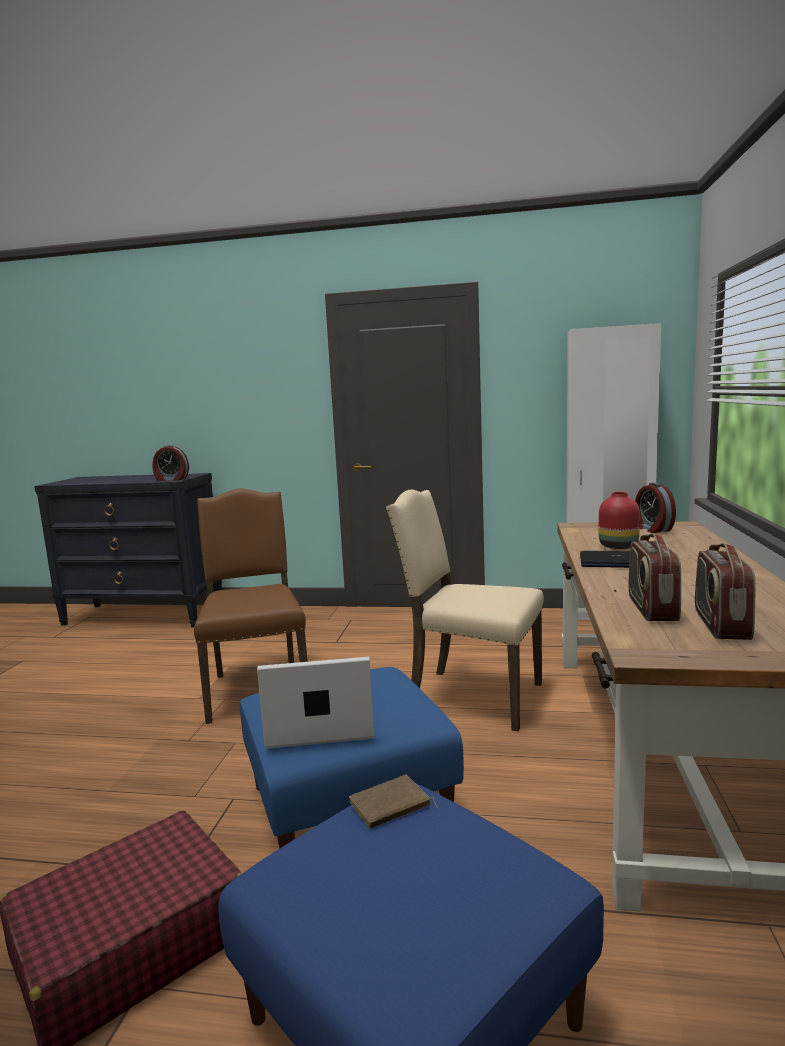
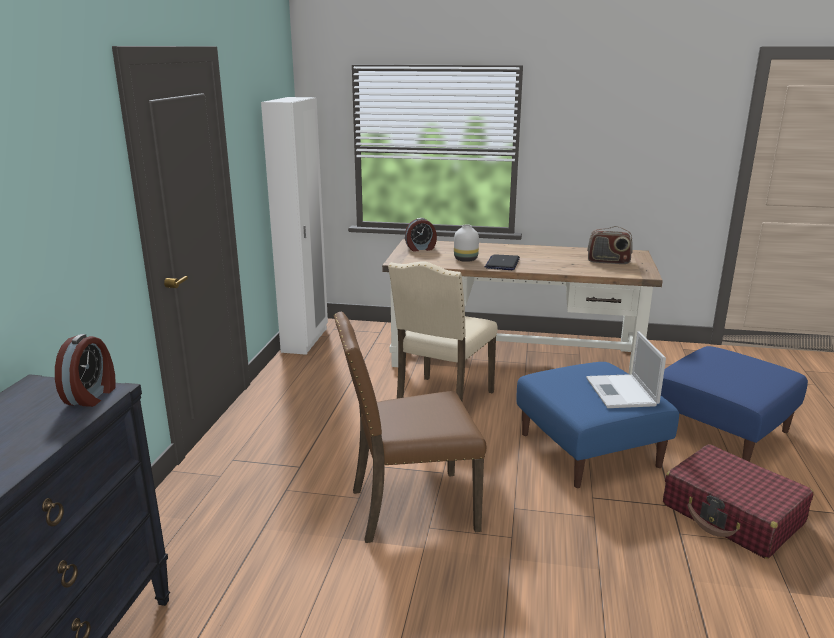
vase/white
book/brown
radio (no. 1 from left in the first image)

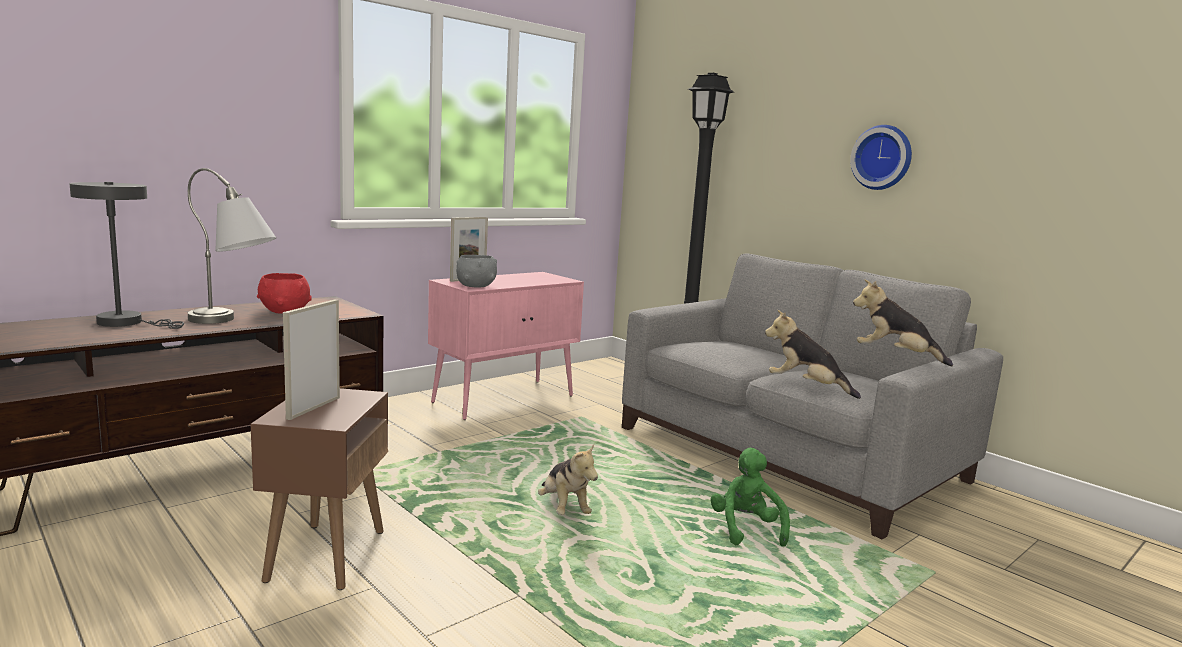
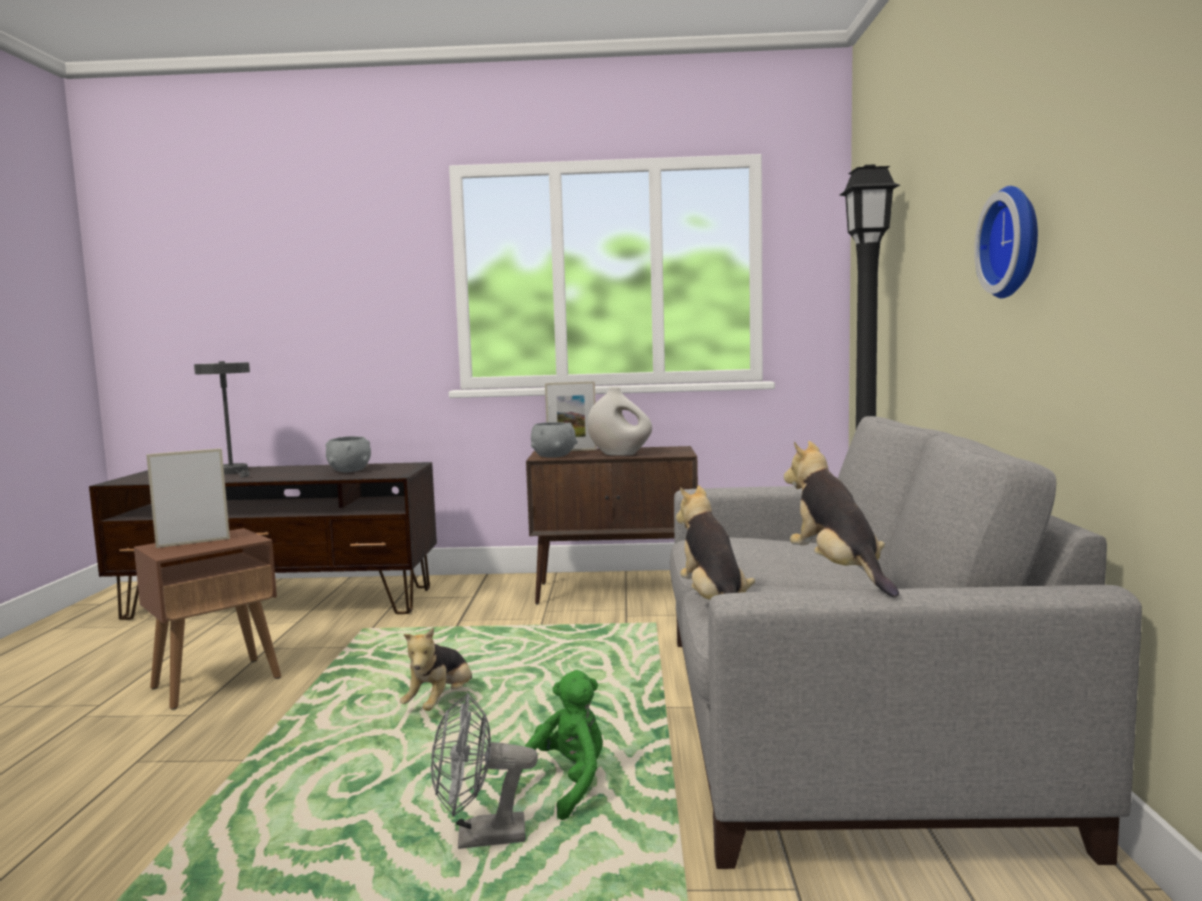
bowl/grey (no. 1 from left)
fan/grey
cabinet/brown
vase/white
table lamp/grey (no. 2 from left in the first image)

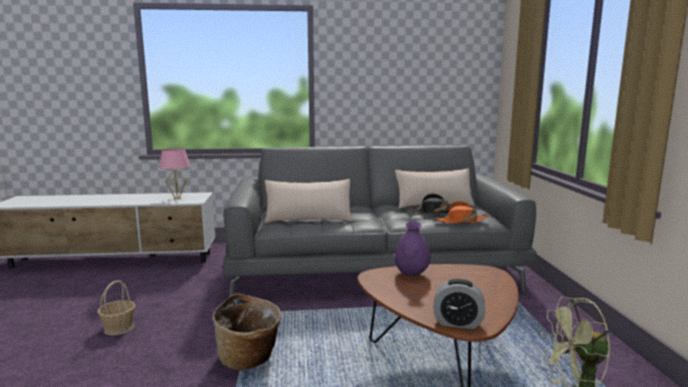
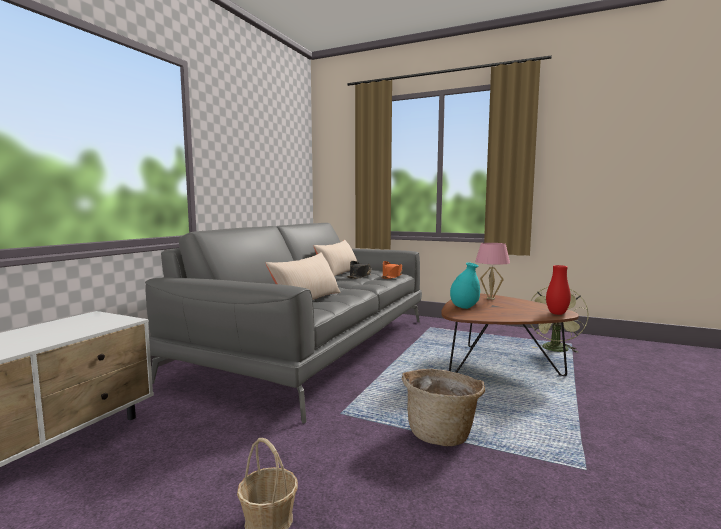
vase/turquoise
table lamp/pink
vase/red

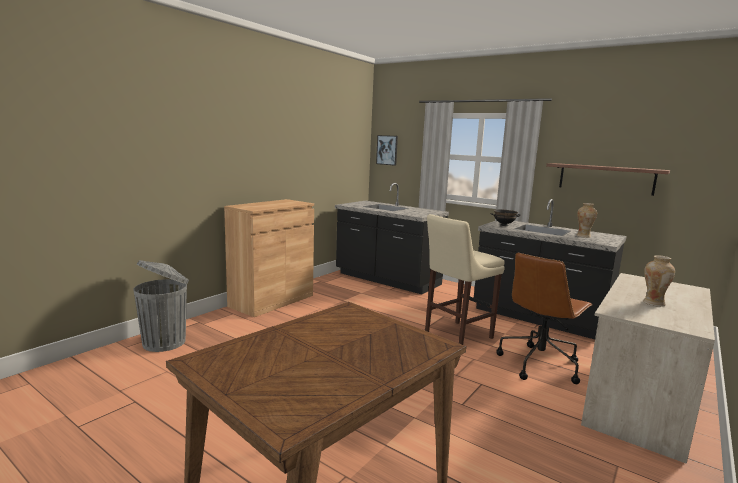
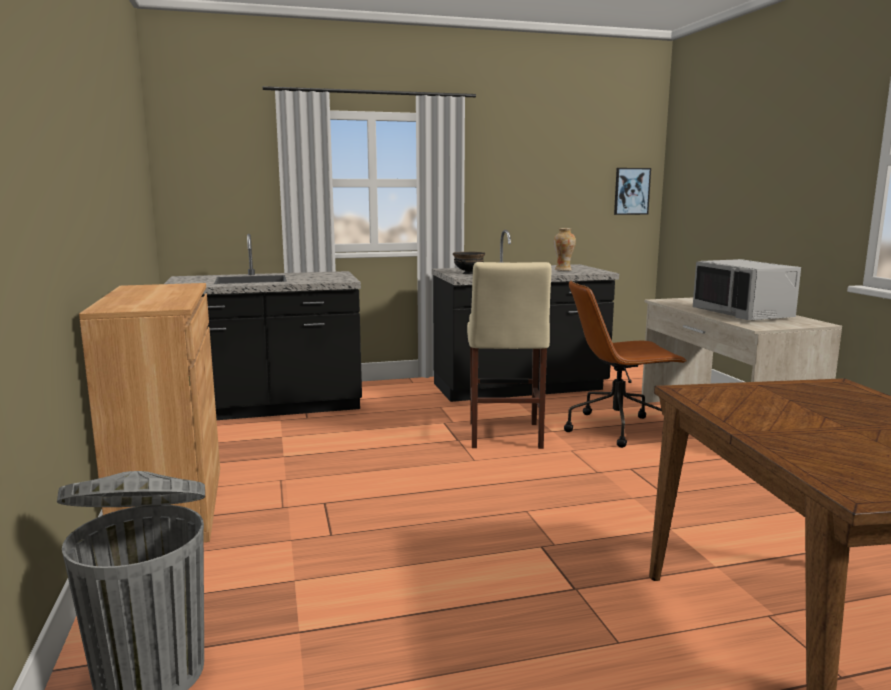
office chair/brown
picture
microwave/grey
shelf

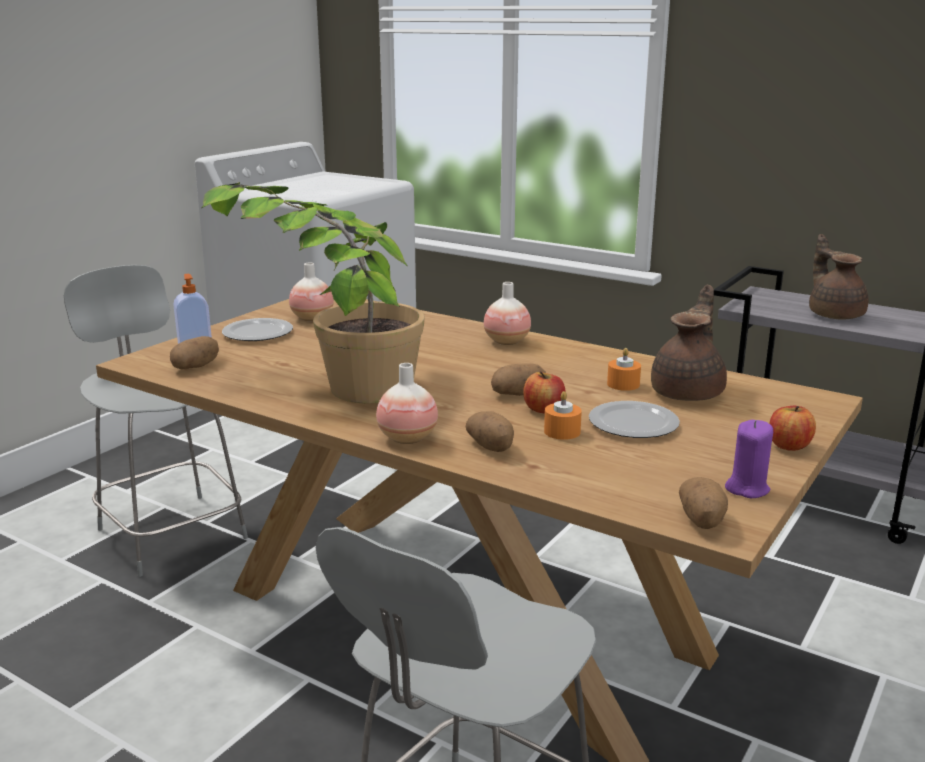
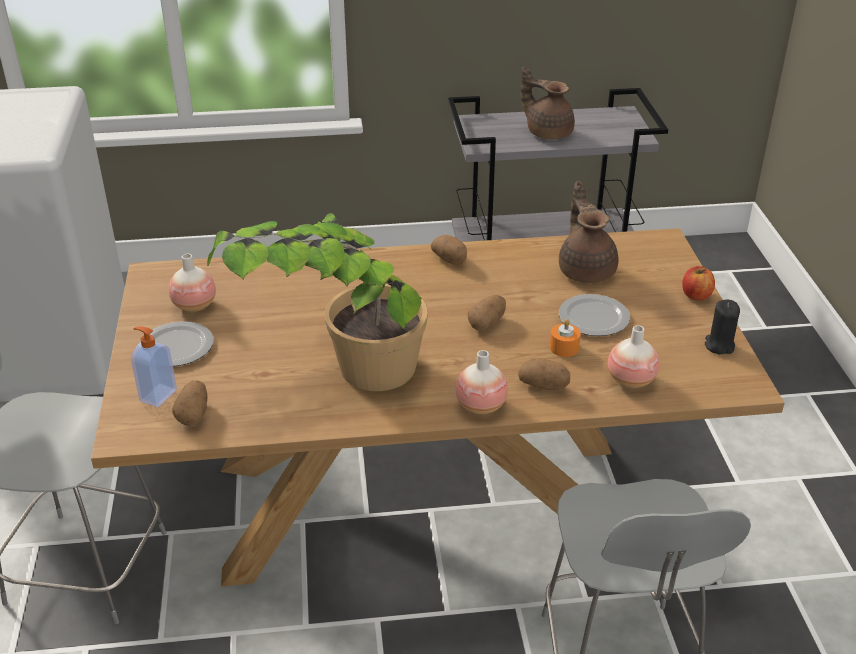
potato (no. 2 from left)
vase (no. 3 from left)
candle/black
apple (no. 1 from left in the first image)
candle/orange (no. 2 from left in the first image)

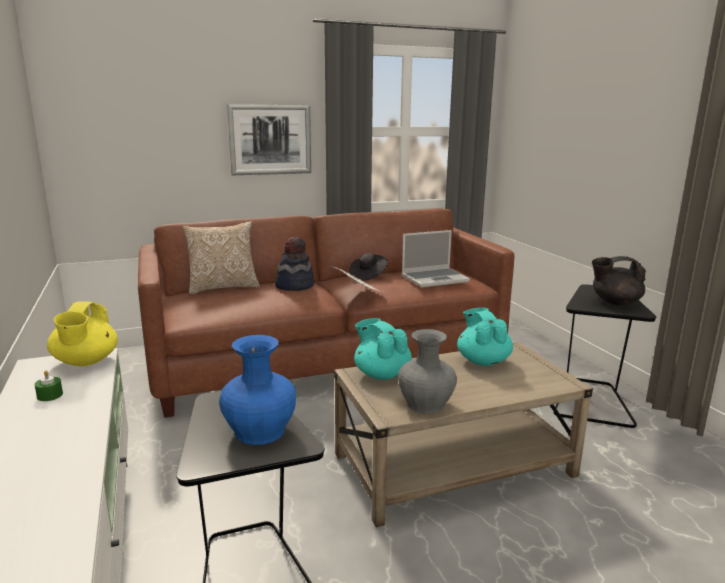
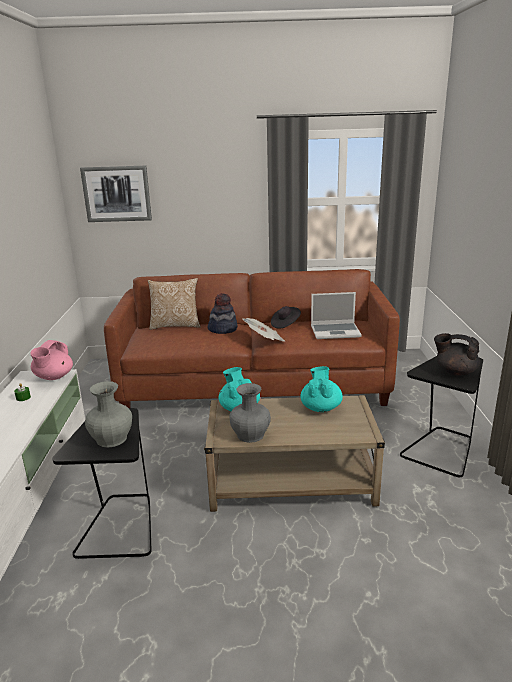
teapot/pink
picture
vase/grey (no. 1 from left)

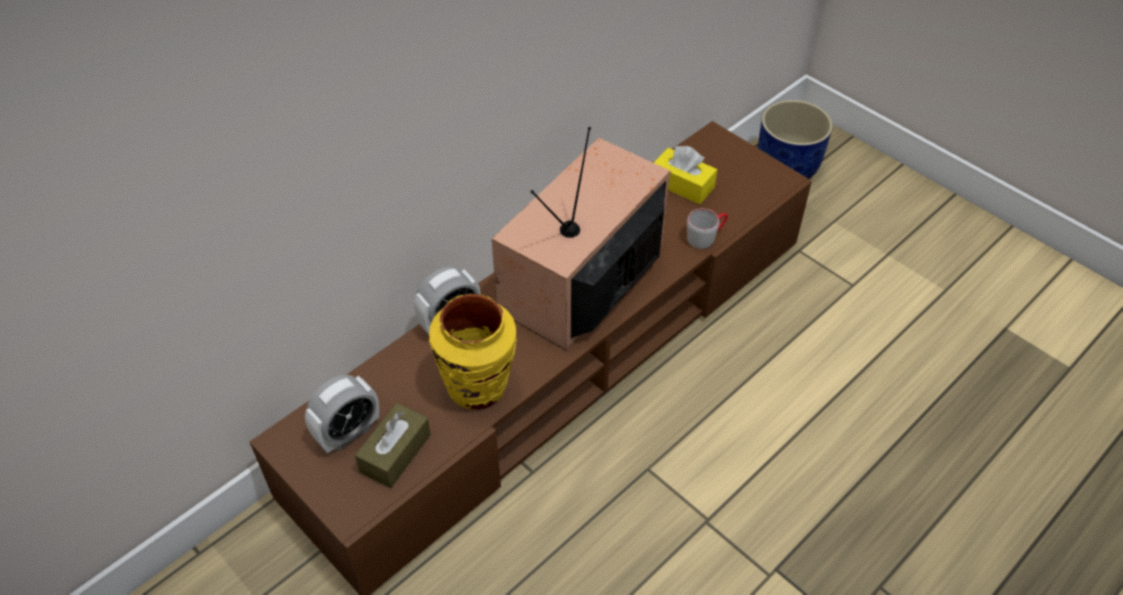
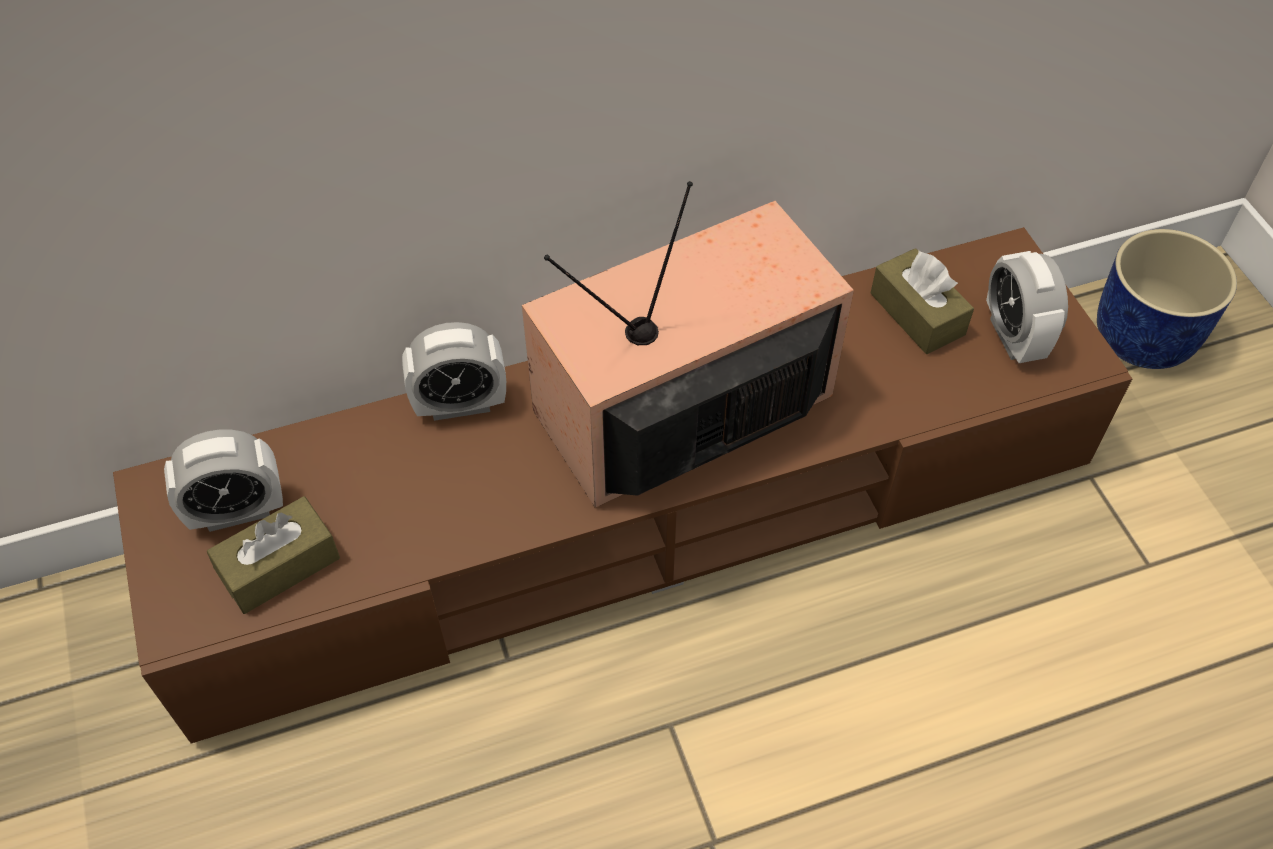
tissue box/brown (no. 2 from left)
alarm clock (no. 3 from left)
vase/yellow
mug/grey

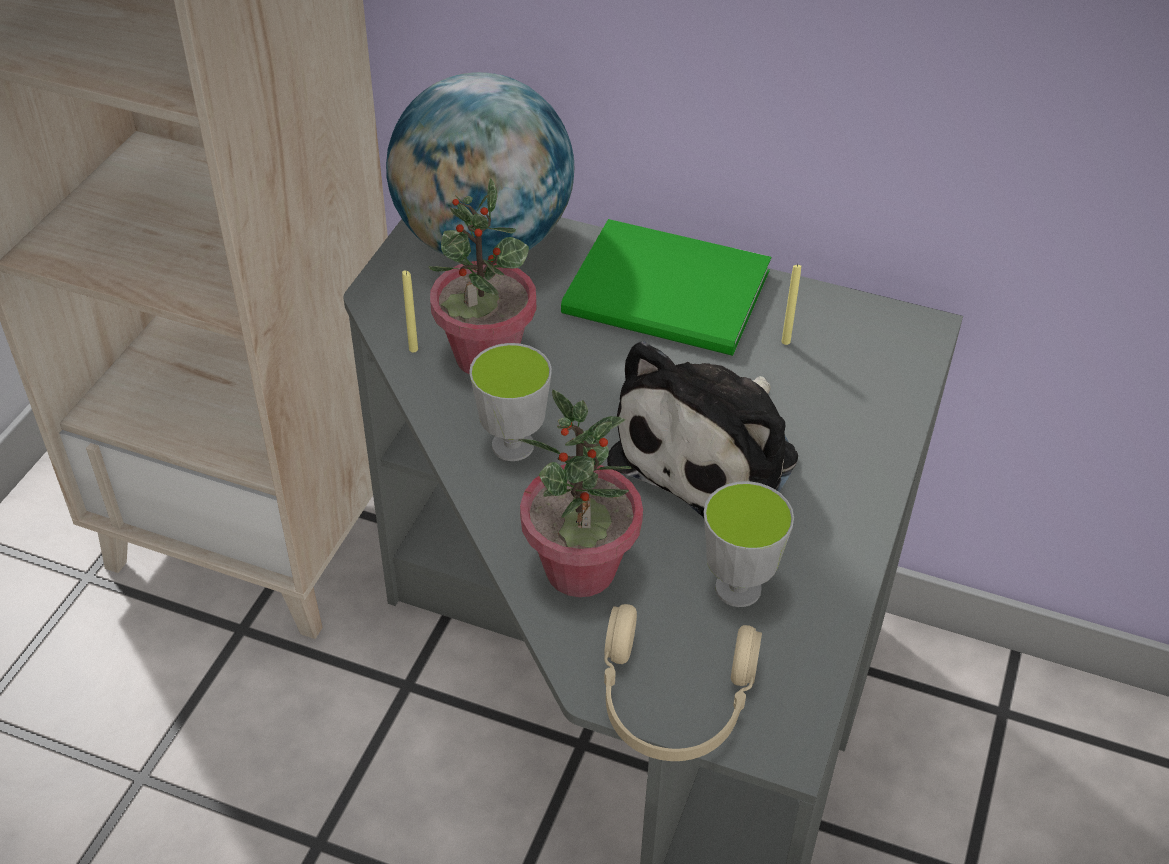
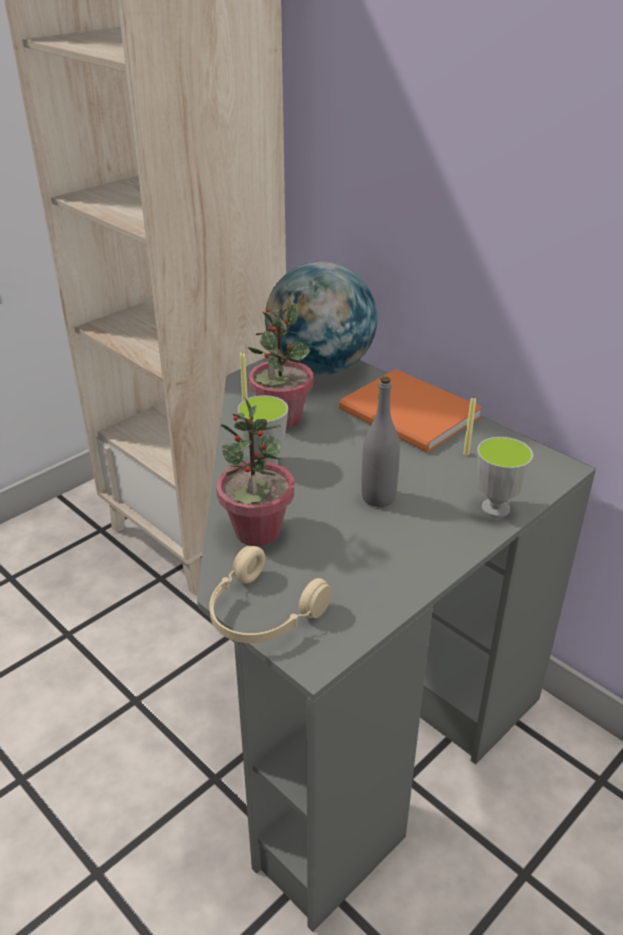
book/orange
bottle/grey
cup (no. 2 from left)

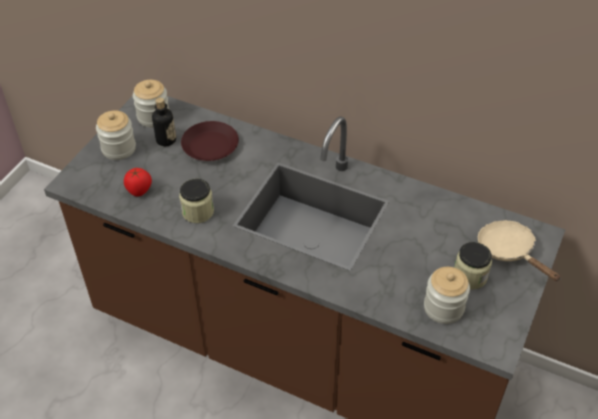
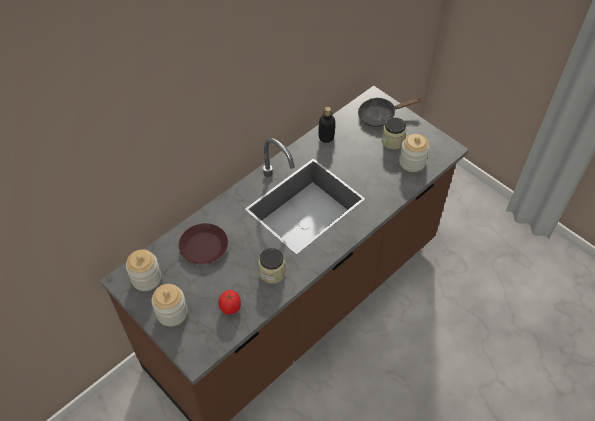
bottle
frying pan/black

